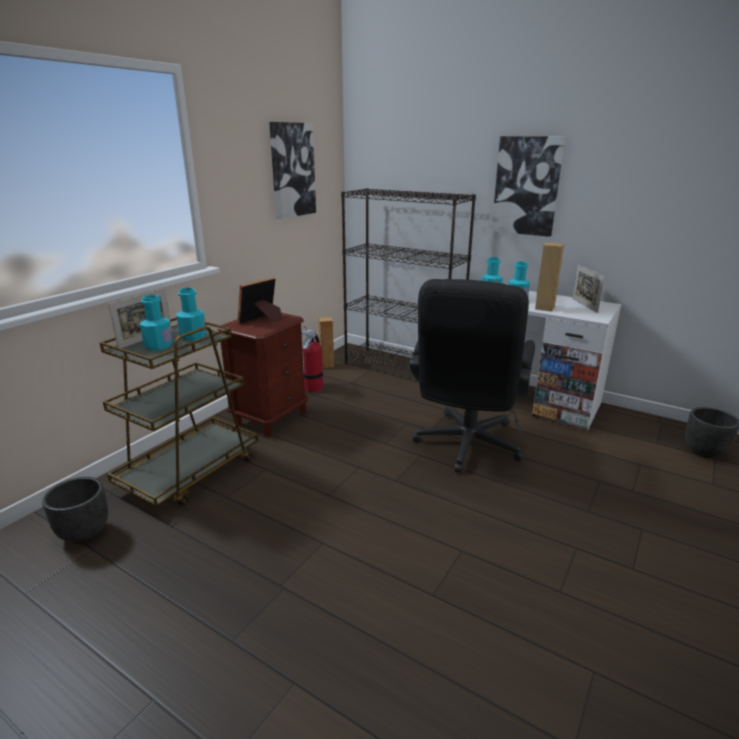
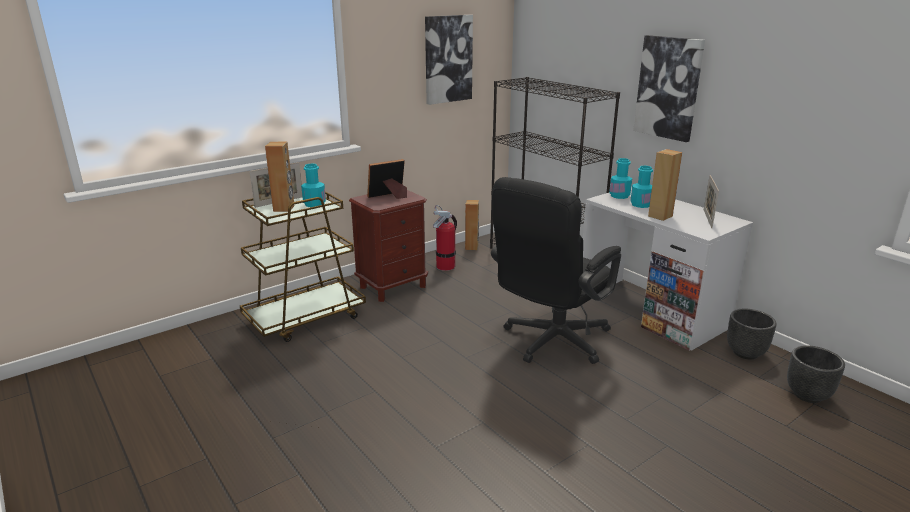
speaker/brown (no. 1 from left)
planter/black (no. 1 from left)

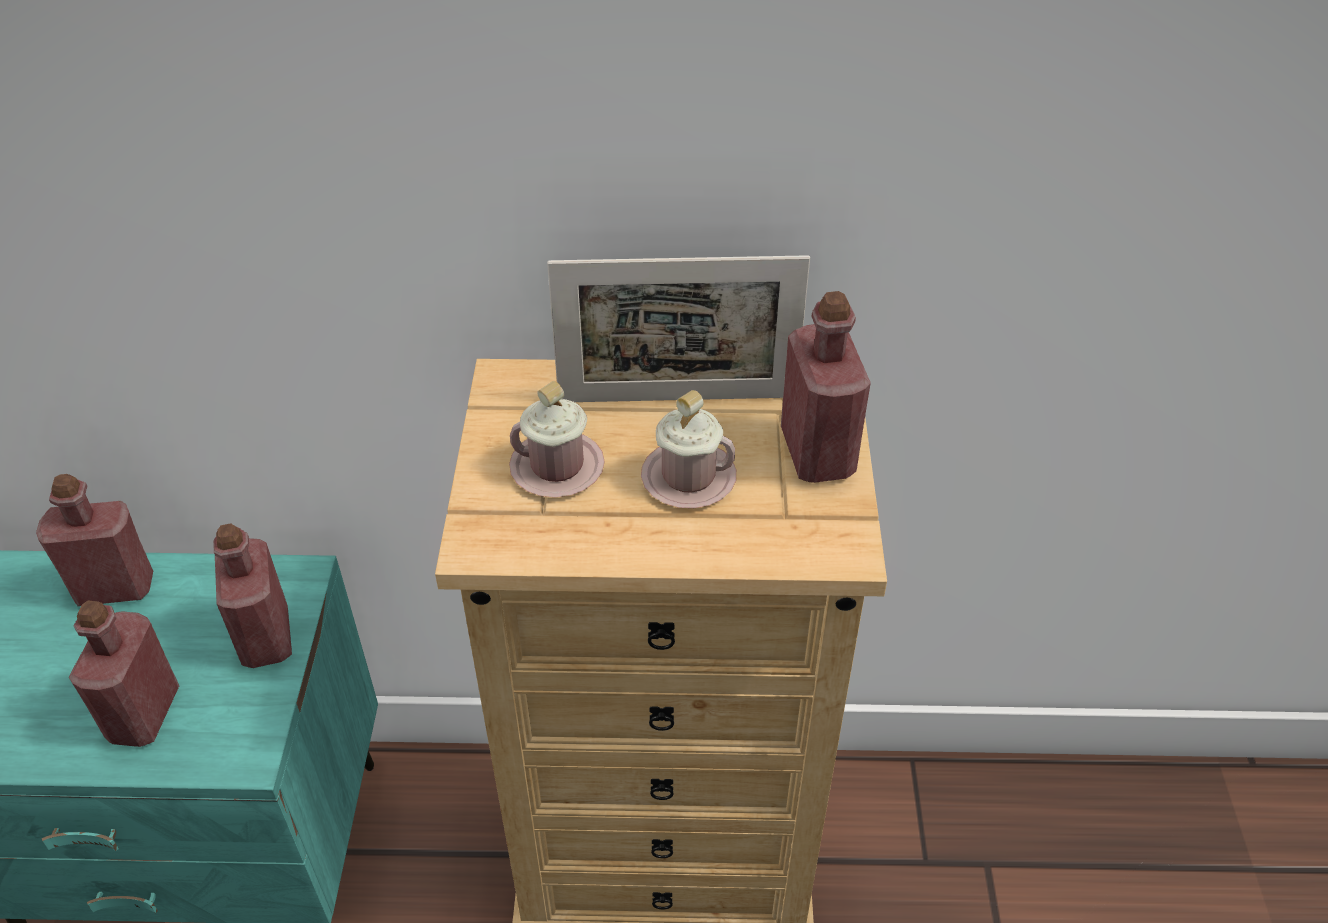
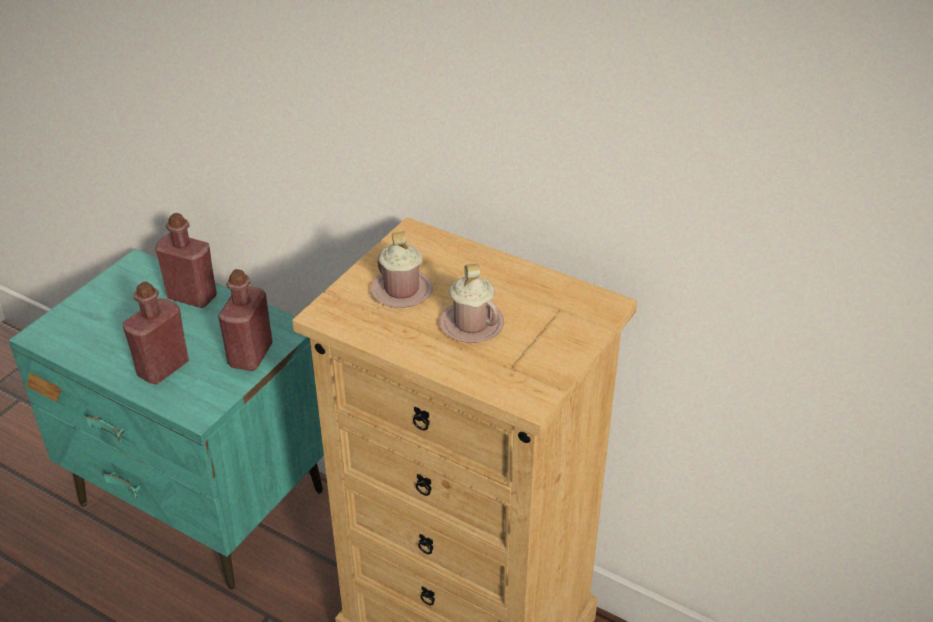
picture frame
bottle/red (no. 4 from left in the first image)

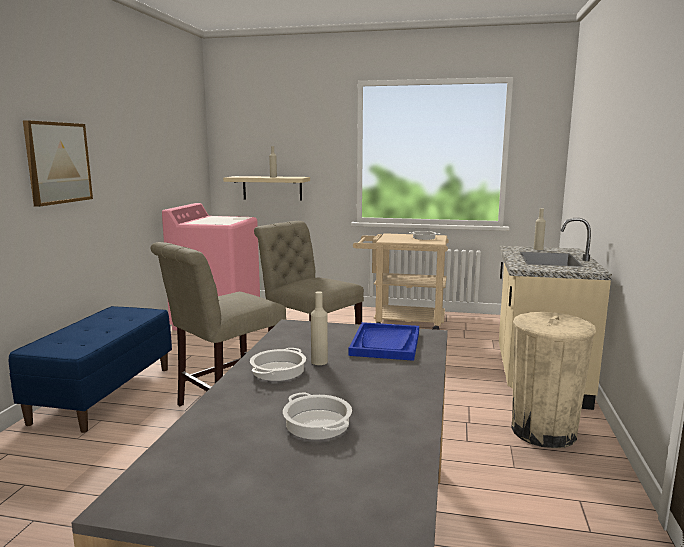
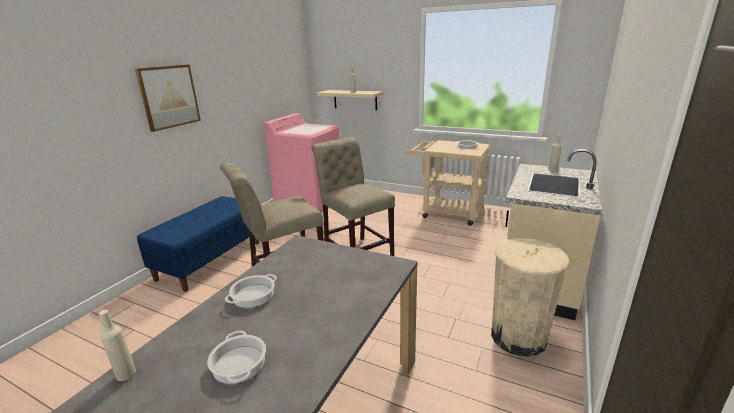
bottle/beige (no. 1 from left)
tray/blue

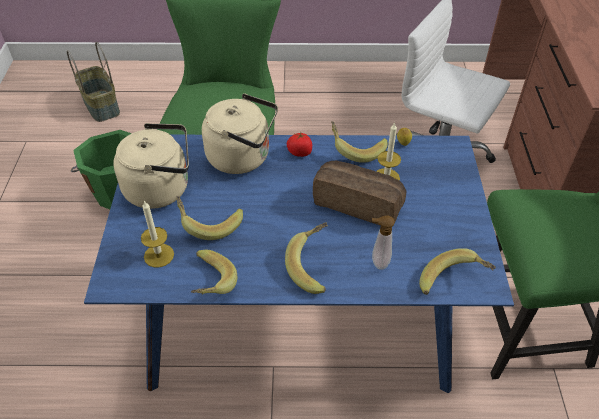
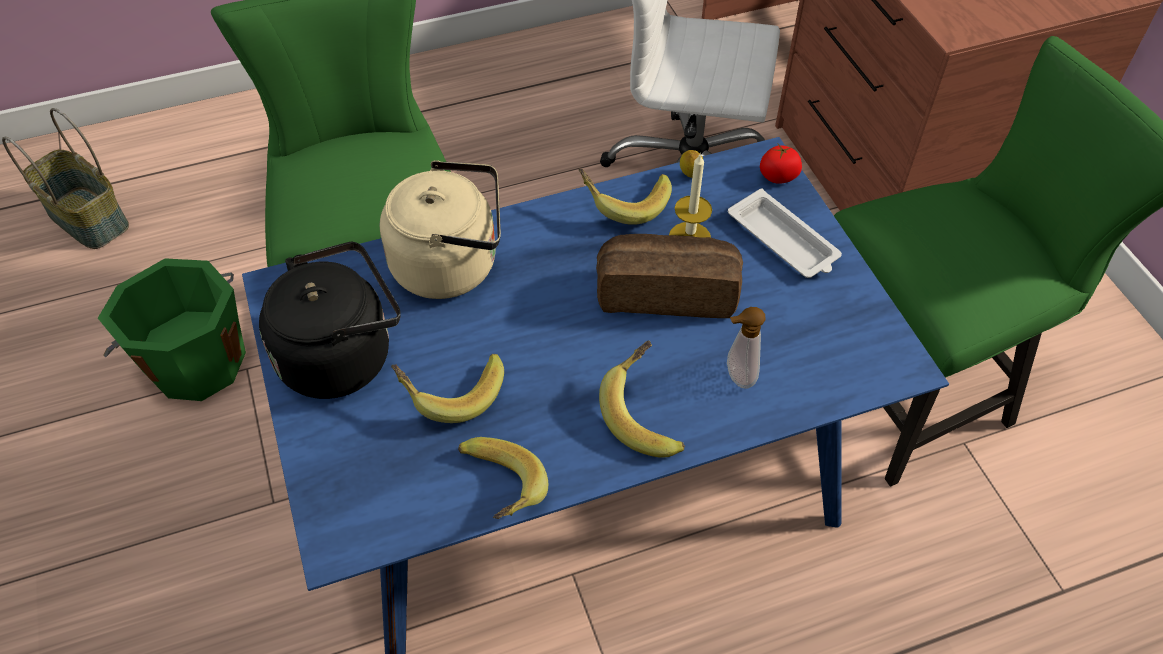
kettle/black
tray/white
tomato
candle (no. 1 from left in the first image)
banana (no. 5 from left in the first image)

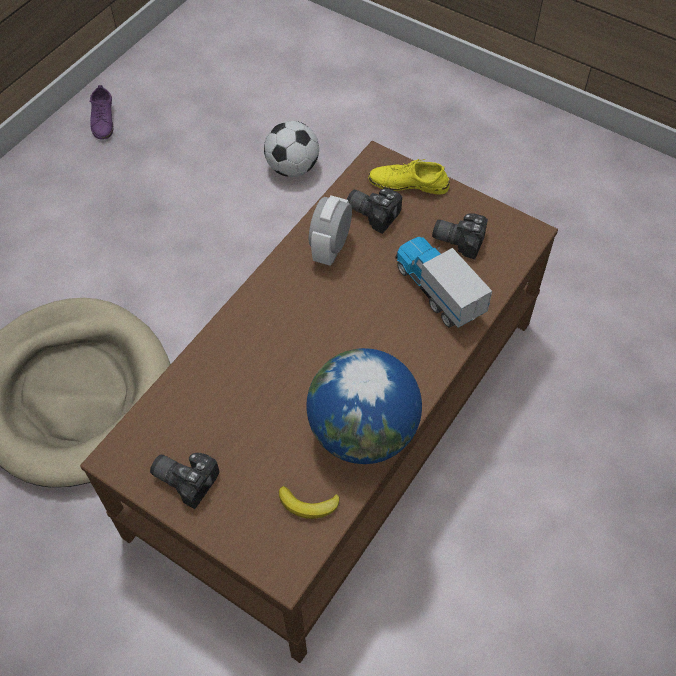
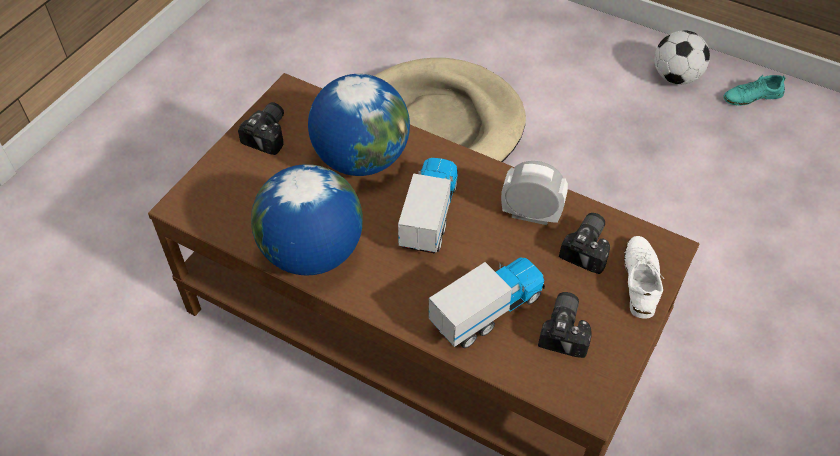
globe (no. 2 from left)
toy truck (no. 1 from left)
shoe/white
football
shoe/turquoise
banana

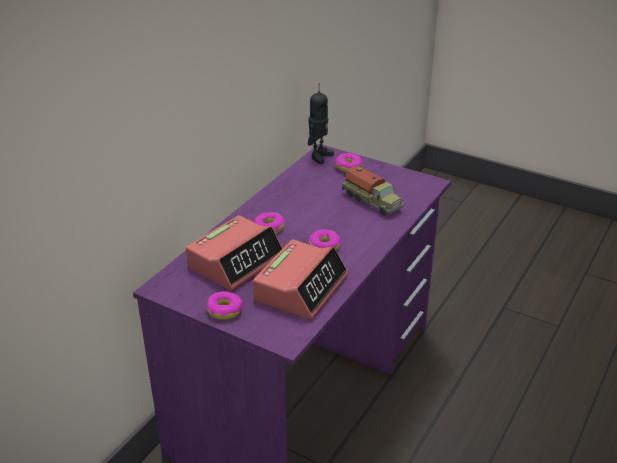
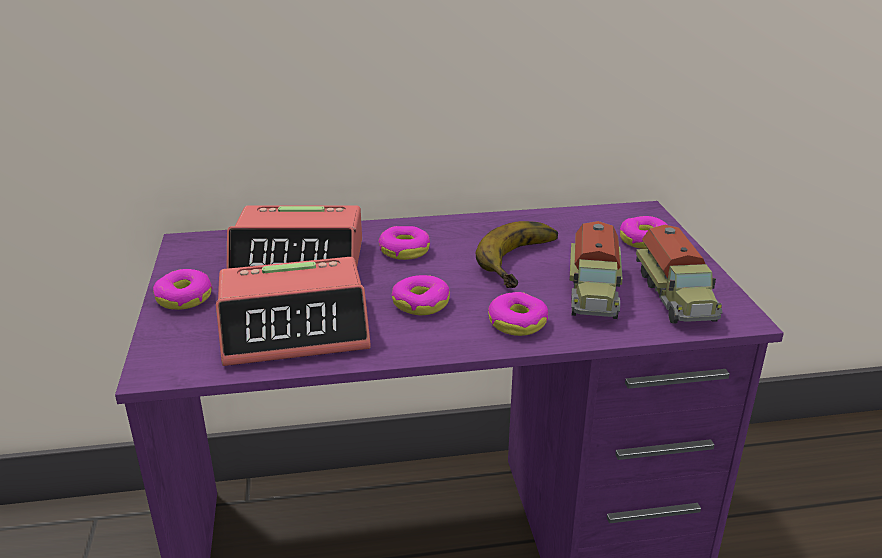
banana
donut (no. 4 from left)
toy truck (no. 2 from left)
toy robot

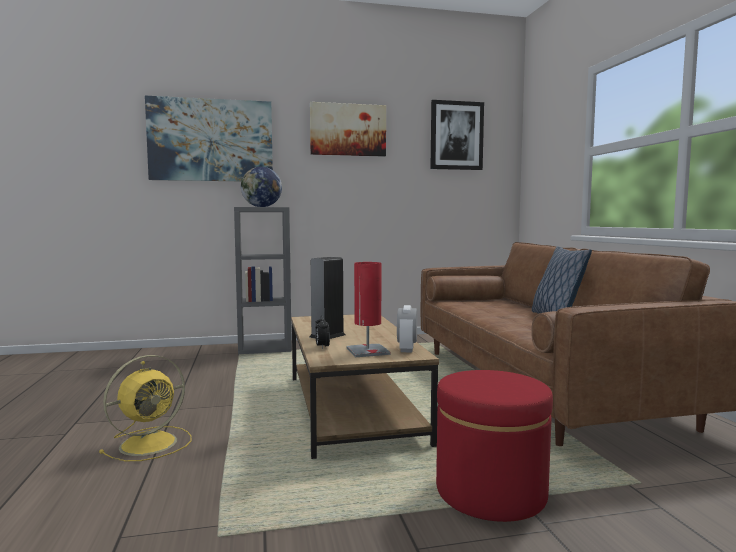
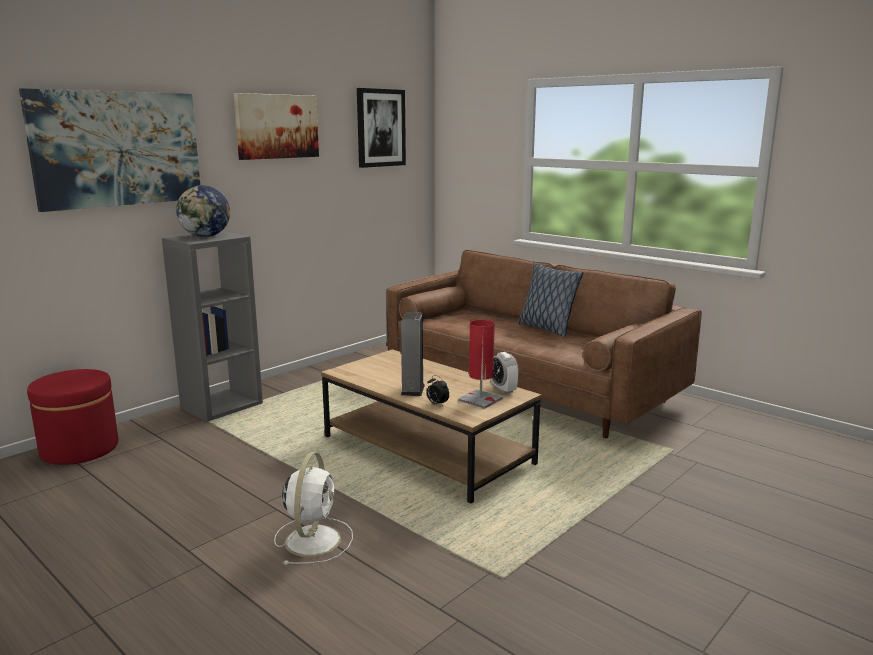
ottoman/red
fan/white

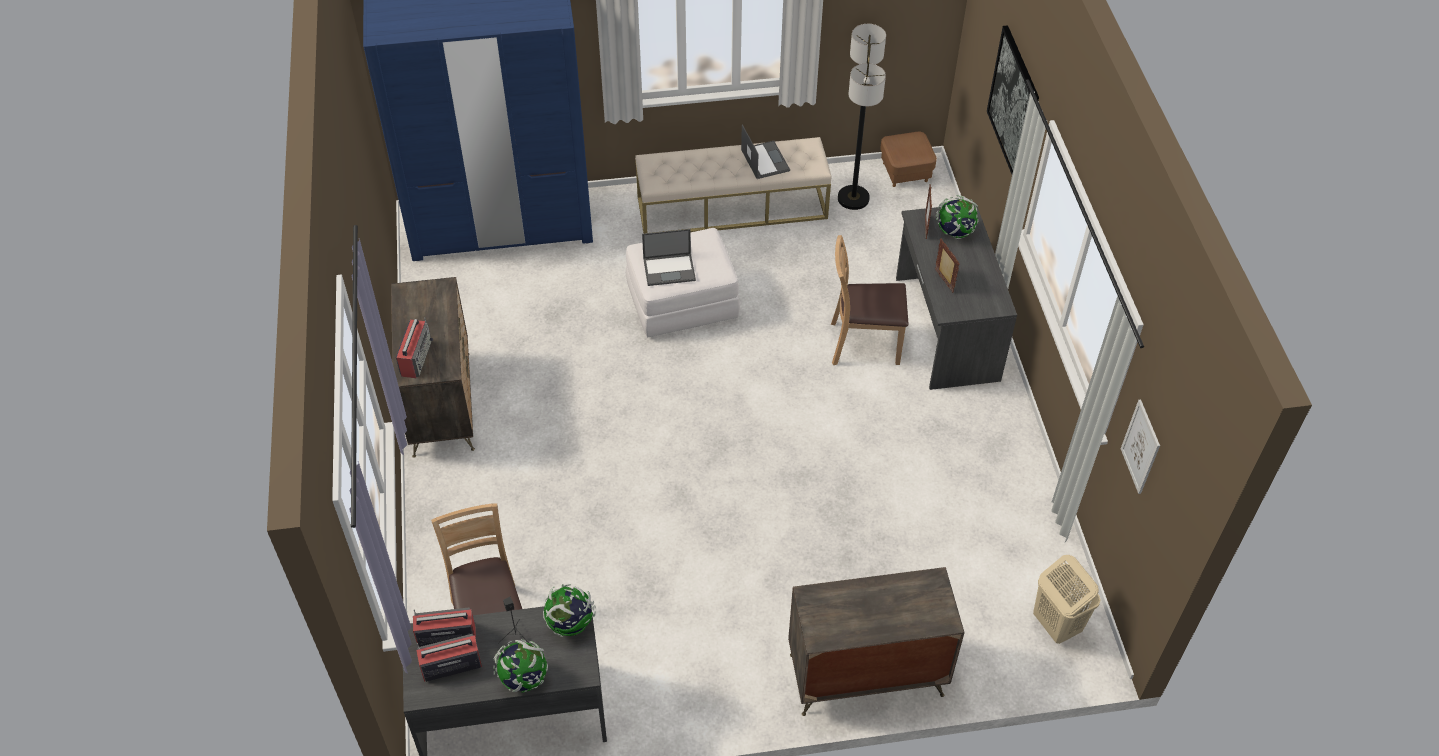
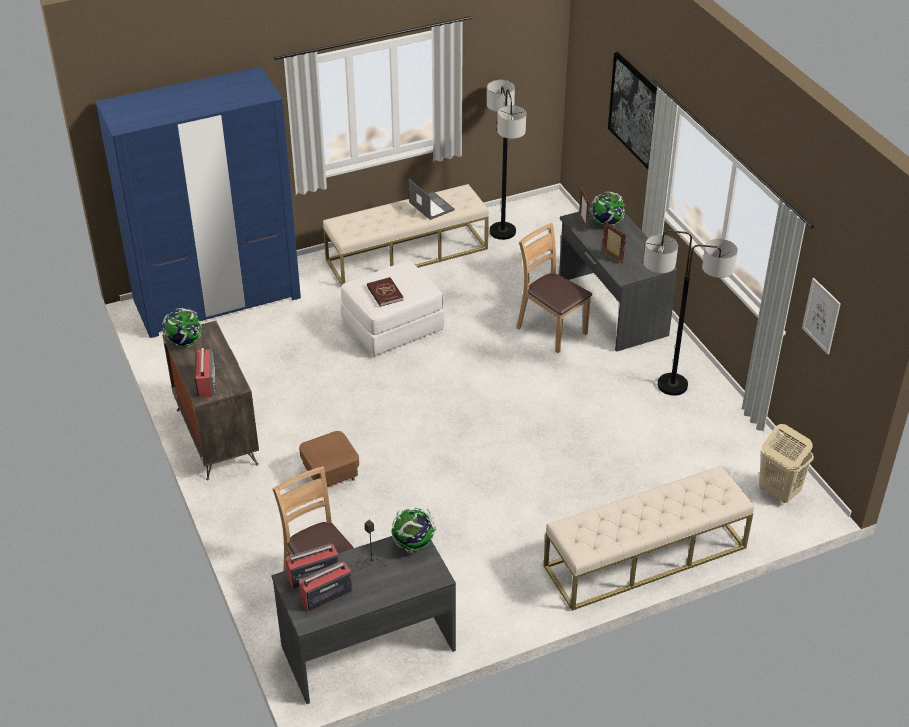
globe (no. 1 from left)
ottoman/brown
book/red
chair/brown (no. 2 from left)
bench/beige (no. 2 from left)
floor lamp (no. 2 from left)

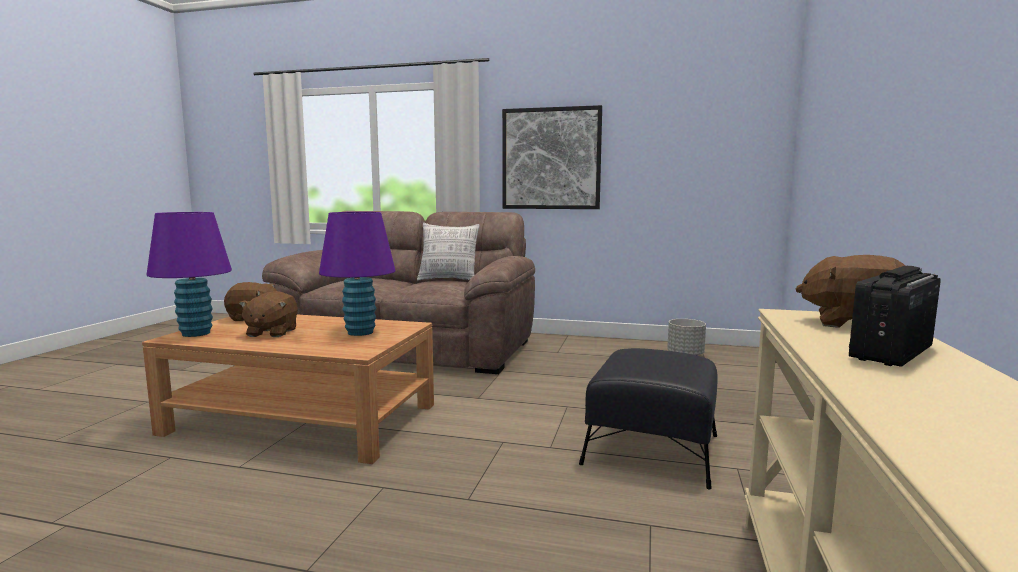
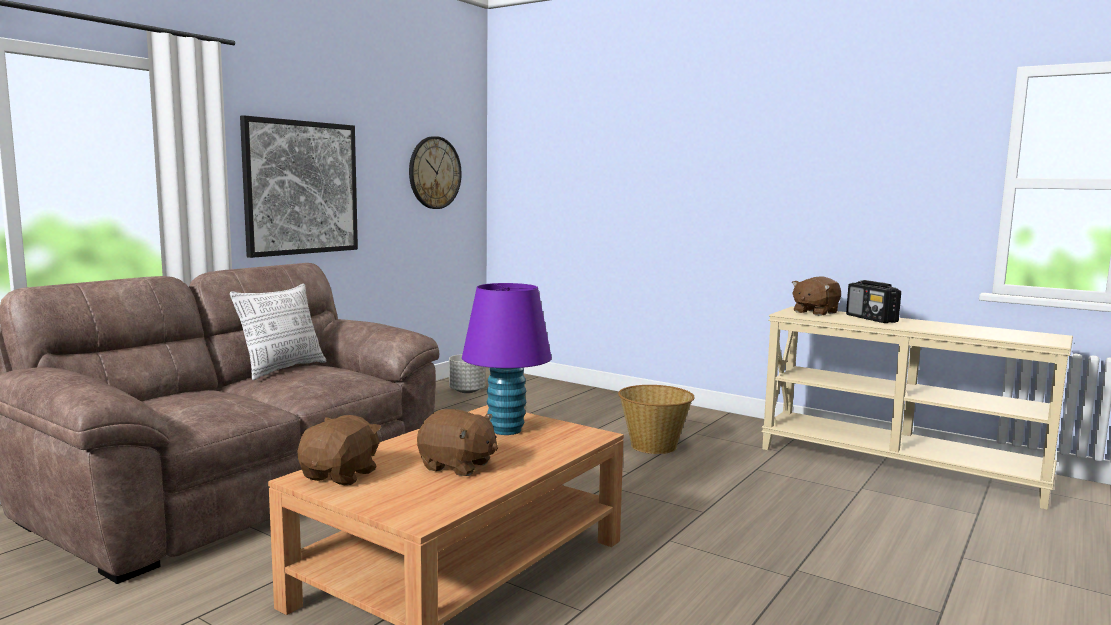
wall clock
basket
table lamp/purple (no. 1 from left in the first image)

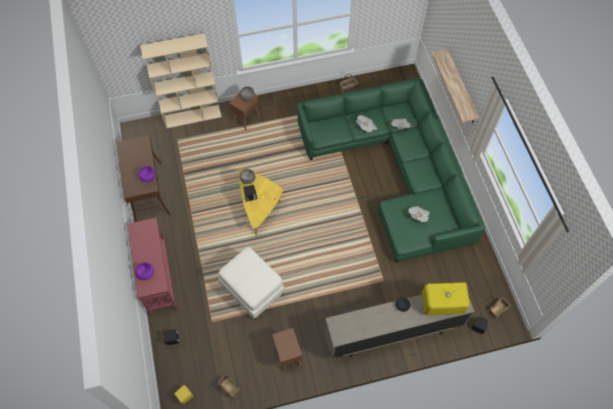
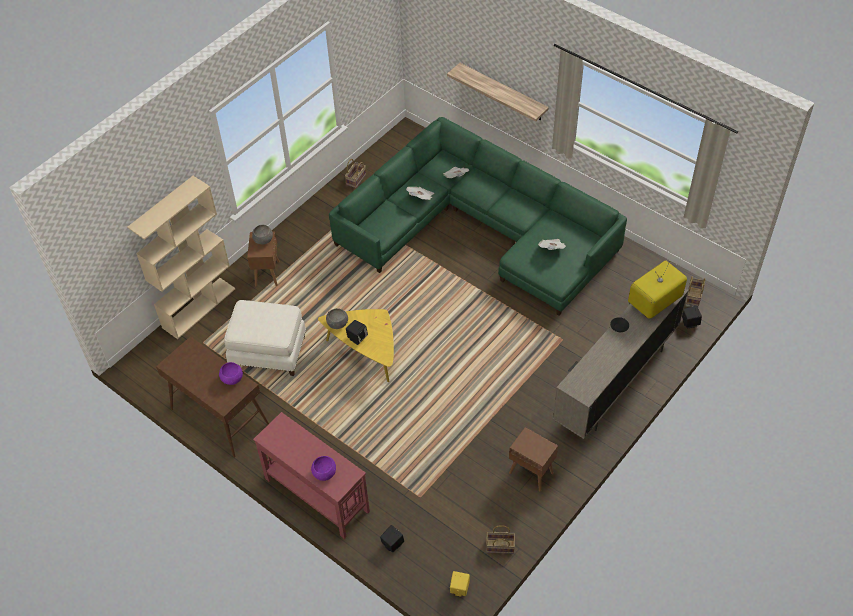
ottoman/white

